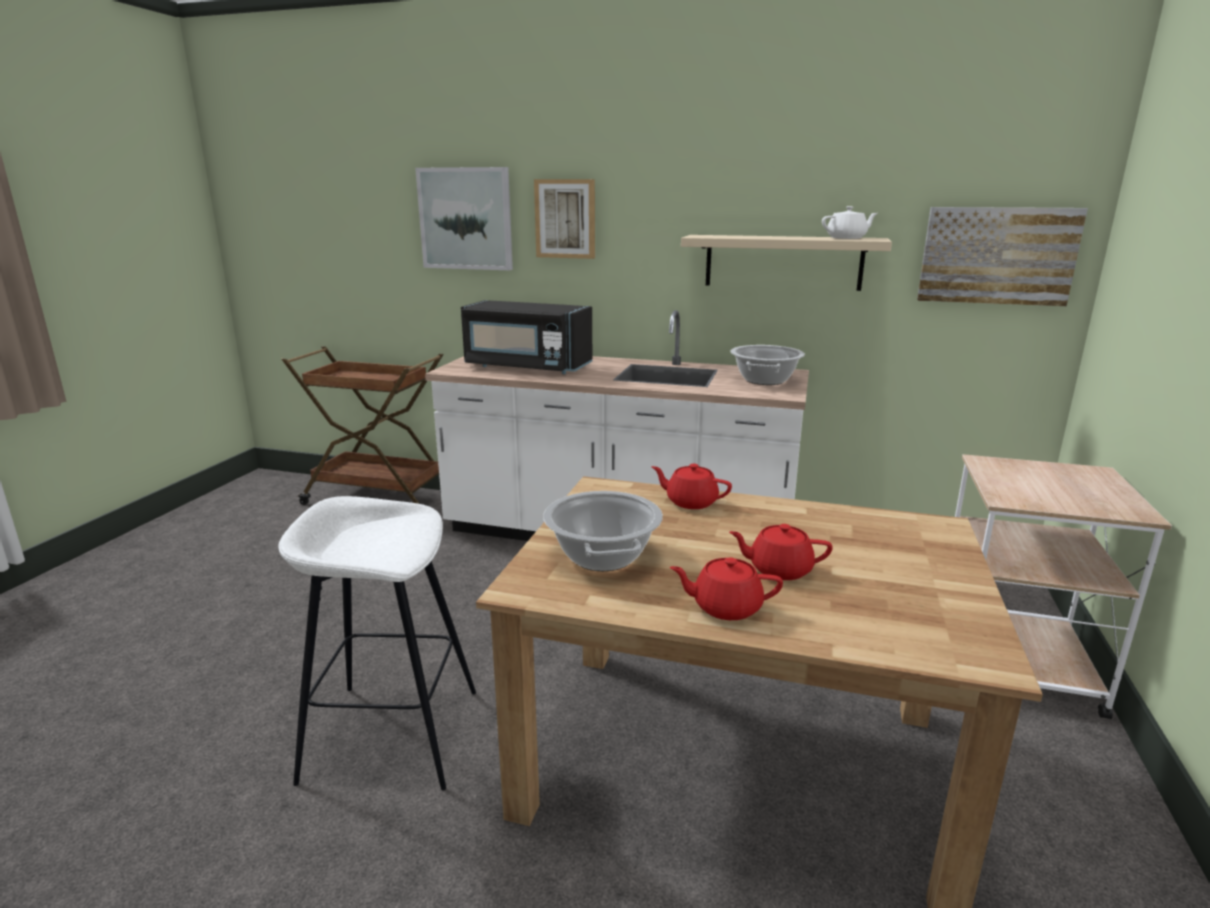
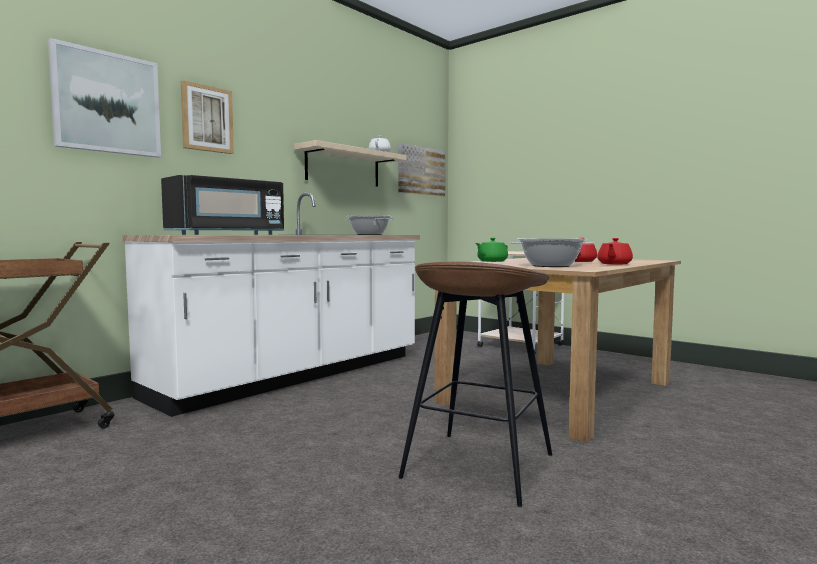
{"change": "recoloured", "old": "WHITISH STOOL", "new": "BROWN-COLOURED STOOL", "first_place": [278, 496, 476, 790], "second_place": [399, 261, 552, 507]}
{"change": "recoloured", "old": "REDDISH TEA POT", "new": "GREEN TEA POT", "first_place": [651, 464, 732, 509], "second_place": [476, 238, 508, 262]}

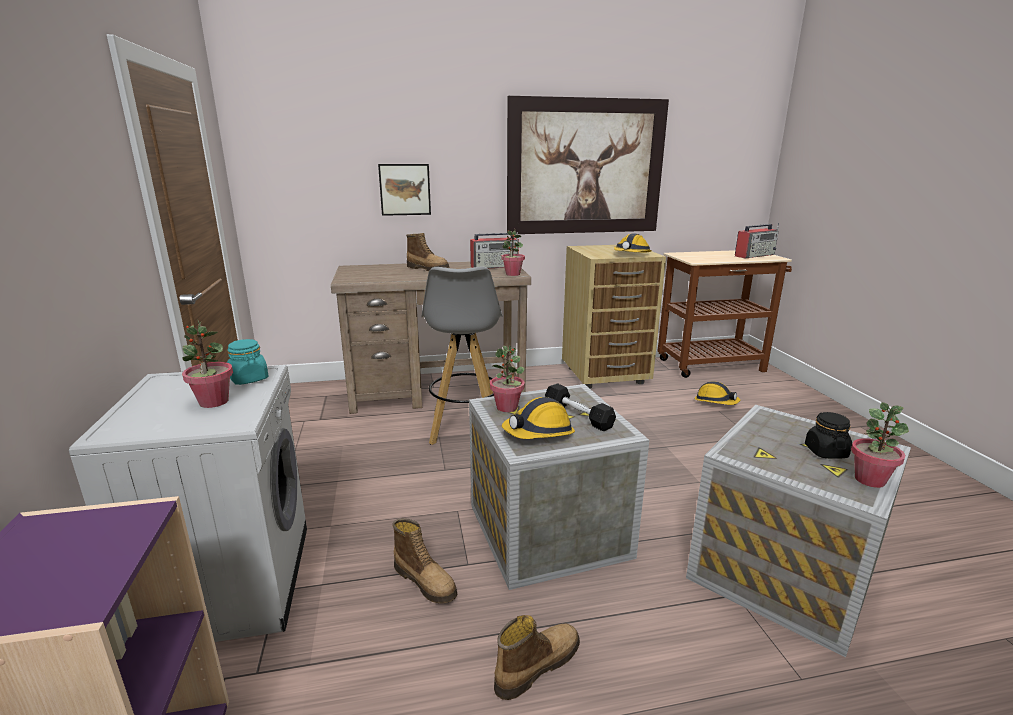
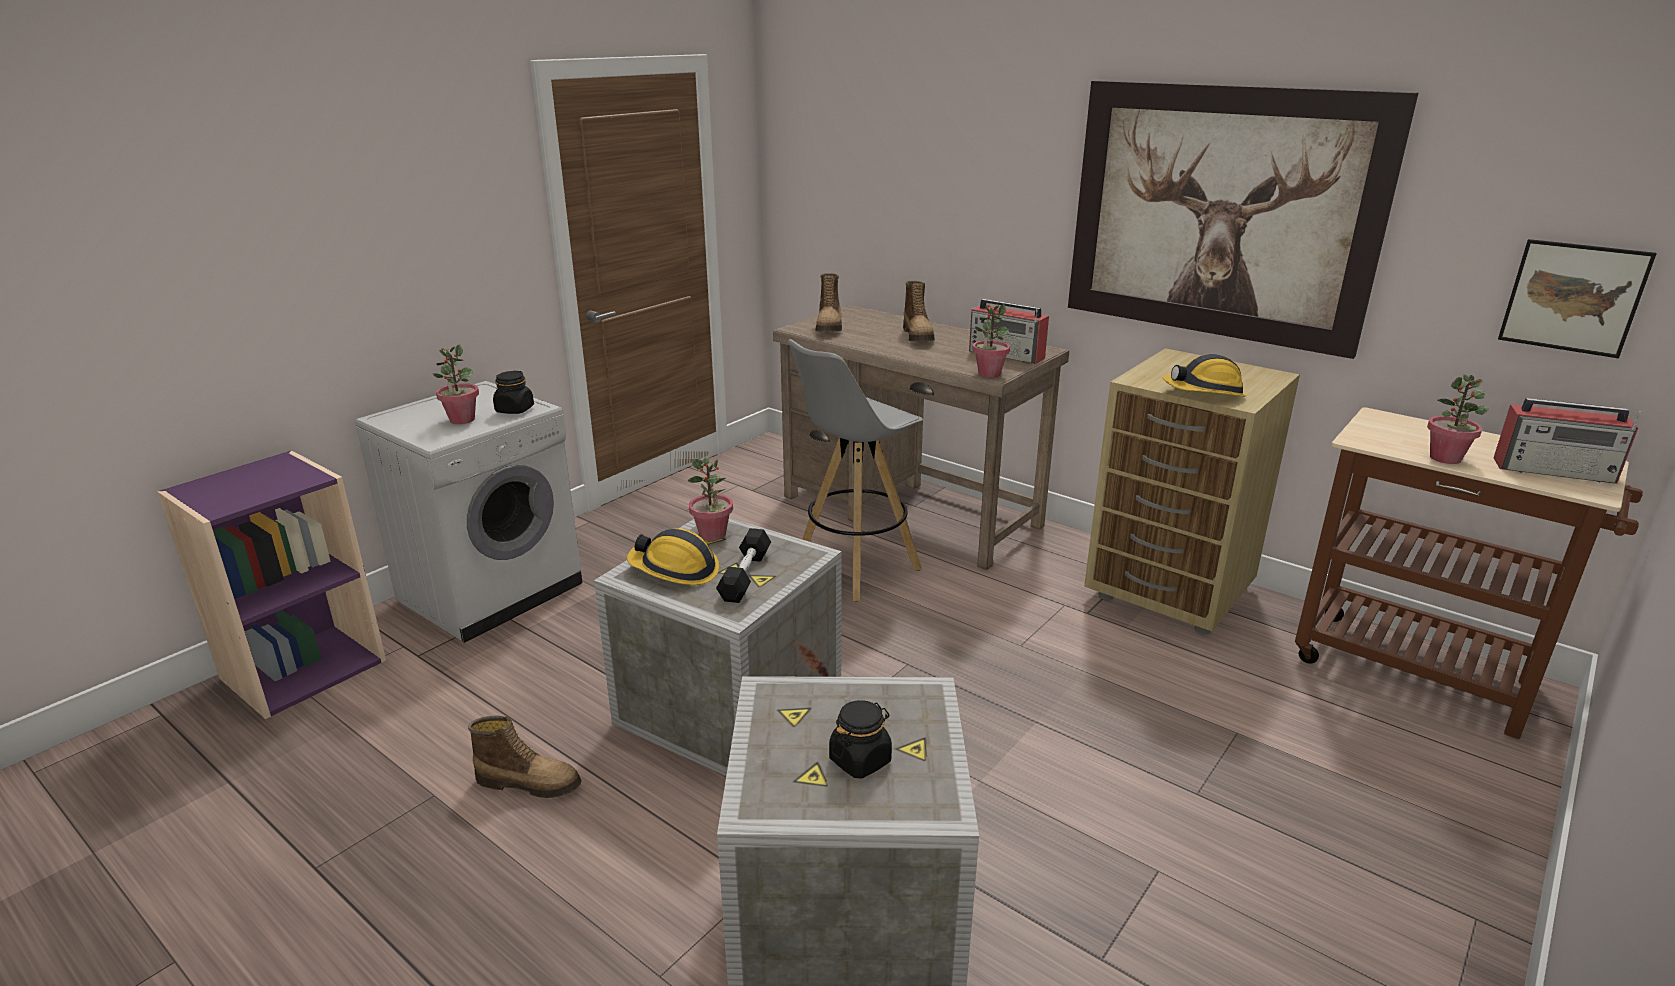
{"change": "removed", "old": "HARD HAT", "first_place": [694, 381, 741, 405]}
{"change": "moved", "old": "PICTURE", "first_place": [378, 164, 431, 216], "second_place": [1498, 239, 1657, 358]}
{"change": "moved", "old": "BOOT", "first_place": [392, 518, 457, 604], "second_place": [815, 273, 842, 332]}
{"change": "moved", "old": "POTTED PLANT", "first_place": [851, 403, 909, 488], "second_place": [1427, 374, 1489, 464]}
{"change": "recoloured", "old": "TURQUOISE PRESERVE JAR", "new": "BLACK PRESERVE JAR", "first_place": [227, 339, 269, 385], "second_place": [493, 371, 534, 414]}

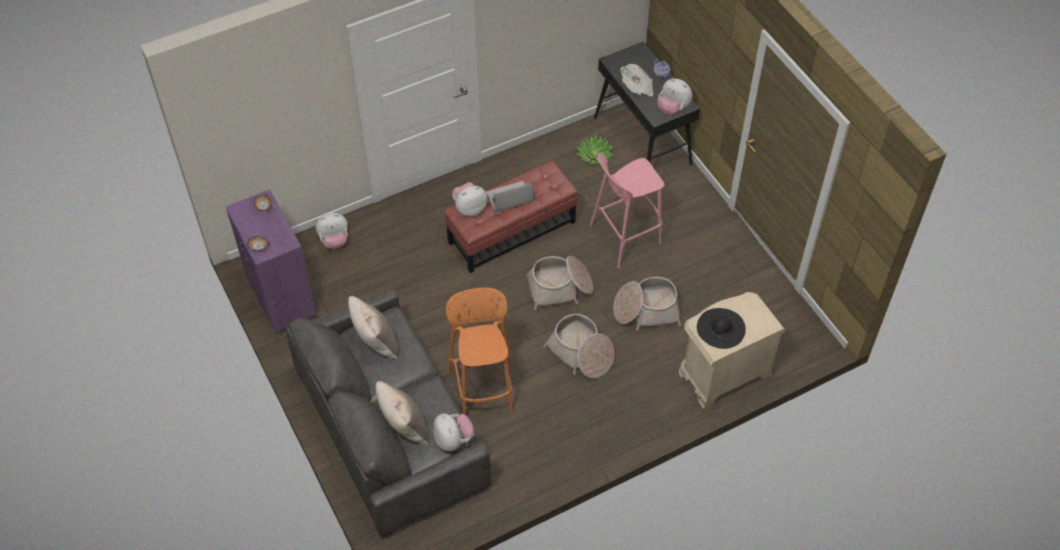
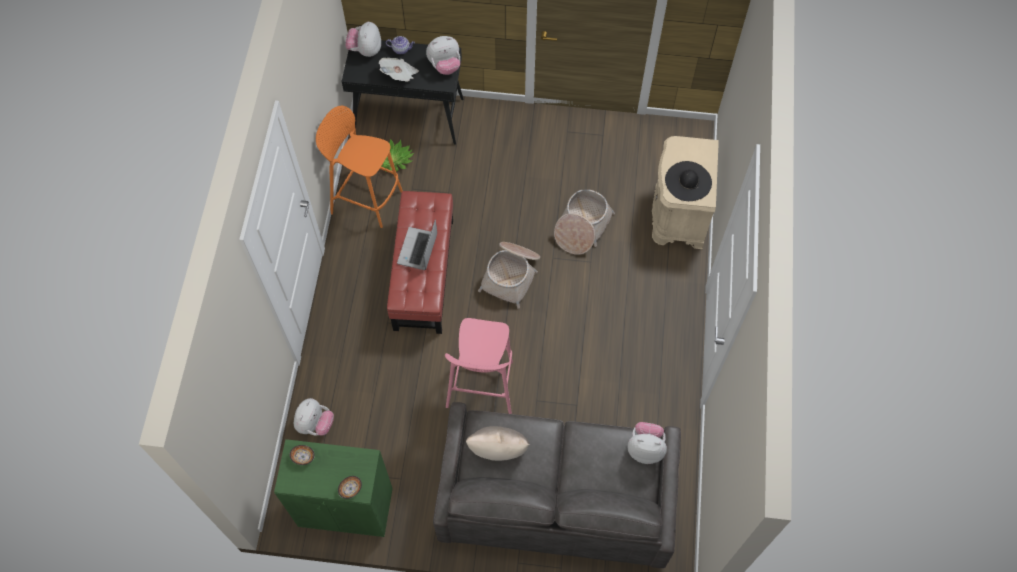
{"change": "removed", "old": "BEIGE THROW PILLOW", "first_place": [376, 381, 429, 444]}
{"change": "removed", "old": "STORAGE BASKET", "first_place": [543, 314, 615, 378]}
{"change": "moved", "old": "ORANGEY STOOL", "first_place": [446, 288, 513, 415], "second_place": [316, 106, 403, 228]}
{"change": "moved", "old": "CUDDLY TOY", "first_place": [452, 182, 487, 217], "second_place": [345, 22, 381, 57]}
{"change": "moved", "old": "PINKISH STOOL", "first_place": [590, 153, 664, 268], "second_place": [445, 318, 513, 414]}
{"change": "recoloured", "old": "PURPLE-COLOURED CUPBOARD", "new": "GREEN CUPBOARD", "first_place": [226, 189, 317, 333], "second_place": [274, 439, 393, 537]}

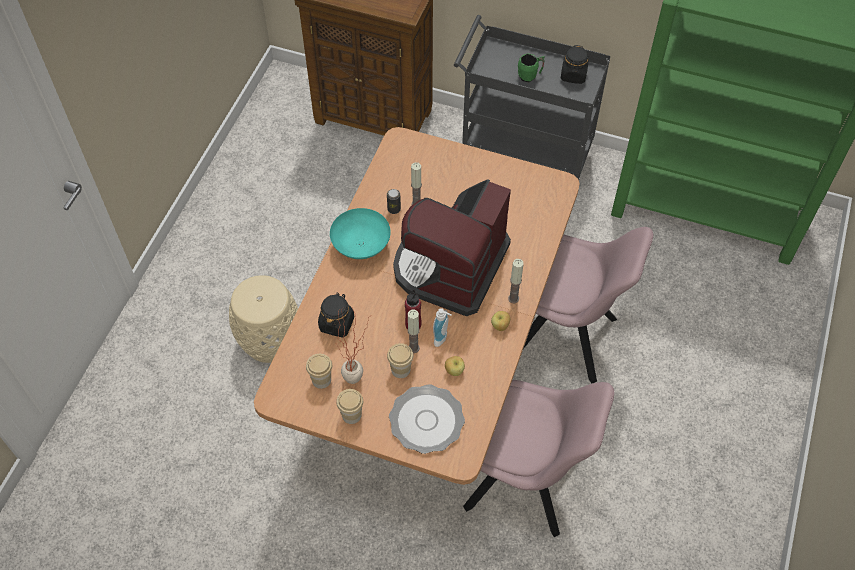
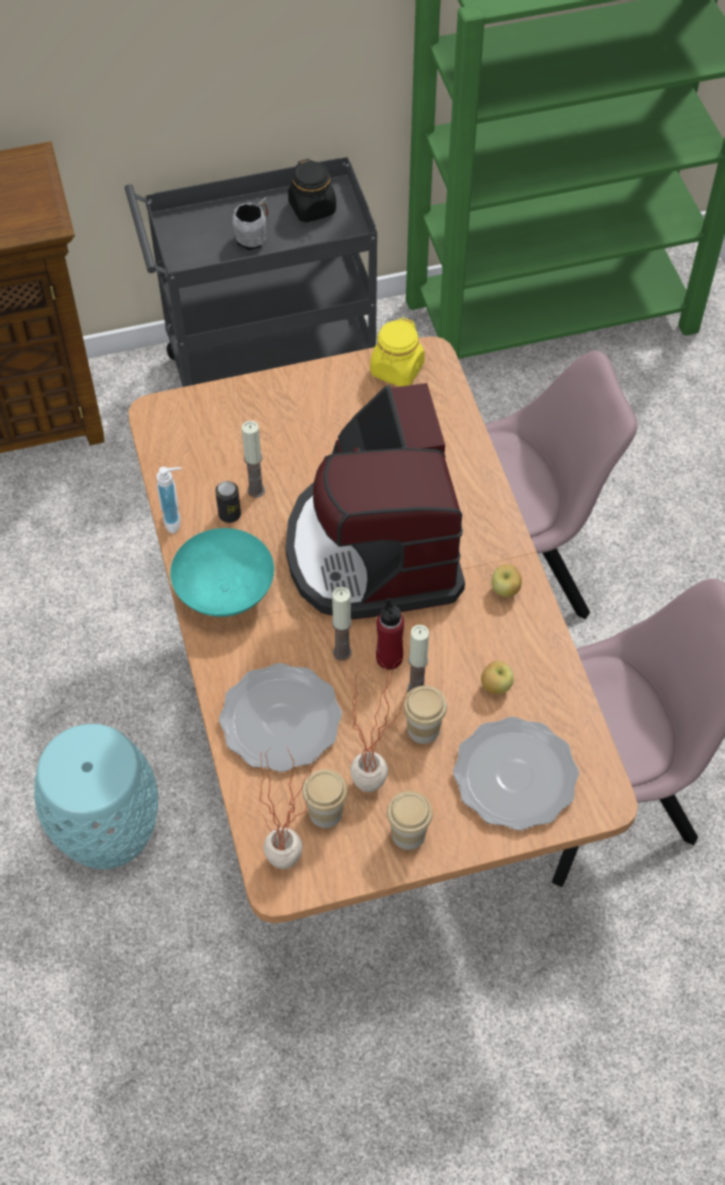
{"change": "added", "new": "POTTED PLANT", "second_place": [259, 748, 322, 869]}
{"change": "added", "new": "YELLOWISH PRESERVE JAR", "second_place": [370, 318, 425, 387]}
{"change": "moved", "old": "SOAP DISPENSER", "first_place": [433, 308, 451, 347], "second_place": [157, 467, 181, 533]}
{"change": "moved", "old": "CANDLE", "first_place": [508, 259, 524, 304], "second_place": [332, 587, 352, 661]}
{"change": "replaced", "old": "BLACK PRESERVE JAR", "new": "DINNER PLATE", "first_place": [318, 293, 354, 337], "second_place": [219, 663, 342, 772]}
{"change": "recoloured", "old": "BEIGE STOOL", "new": "TURQUOISE STOOL", "first_place": [229, 275, 298, 363], "second_place": [34, 724, 158, 869]}
{"change": "recoloured", "old": "GREEN TEA MUG", "new": "GREY TEA MUG", "first_place": [518, 53, 545, 82], "second_place": [232, 197, 268, 250]}

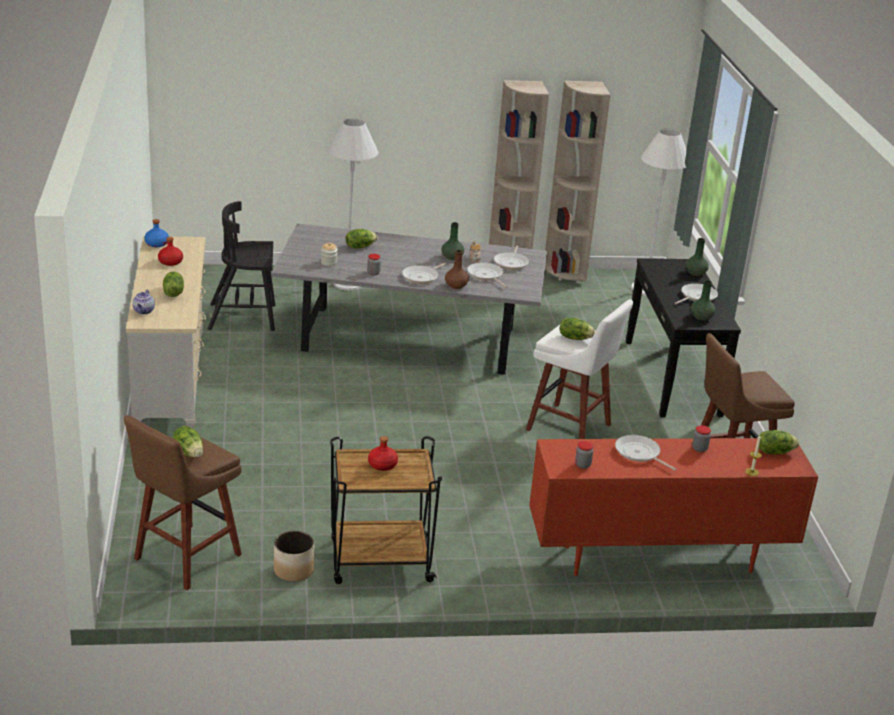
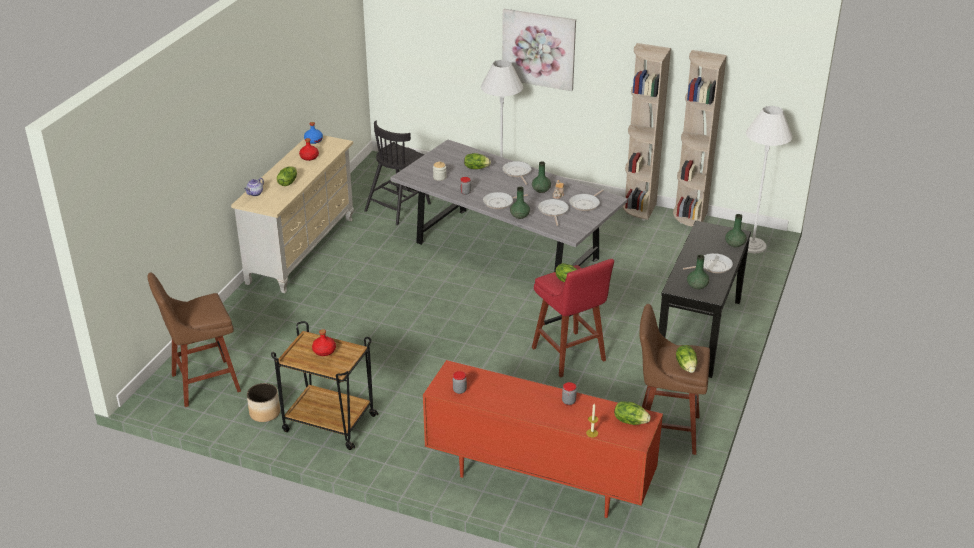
{"change": "added", "new": "PICTURE", "second_place": [502, 9, 576, 91]}
{"change": "moved", "old": "LETTUCE", "first_place": [173, 426, 203, 457], "second_place": [676, 345, 697, 373]}
{"change": "moved", "old": "FRYING PAN", "first_place": [615, 435, 677, 471], "second_place": [502, 161, 531, 185]}
{"change": "recoloured", "old": "BROWN-COLOURED DECORATIVE VASE", "new": "GREEN DECORATIVE VASE", "first_place": [445, 250, 469, 289], "second_place": [510, 187, 530, 219]}
{"change": "recoloured", "old": "WHITISH STOOL", "new": "REDDISH STOOL", "first_place": [526, 299, 633, 439], "second_place": [532, 259, 614, 377]}
{"change": "turned", "old": "BLACK UPRIGHT CHAIR", "first_place": [208, 201, 276, 331], "second_place": [364, 120, 431, 225], "degrees": -75}

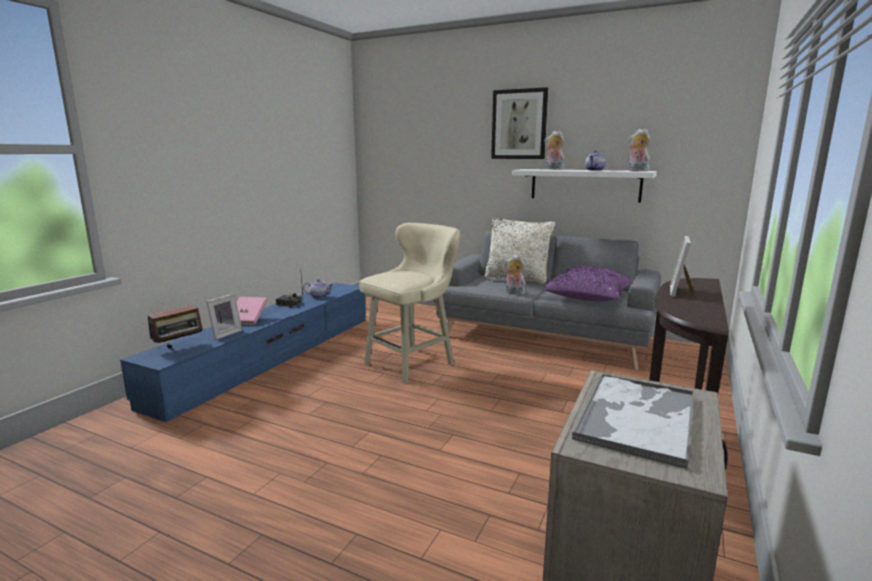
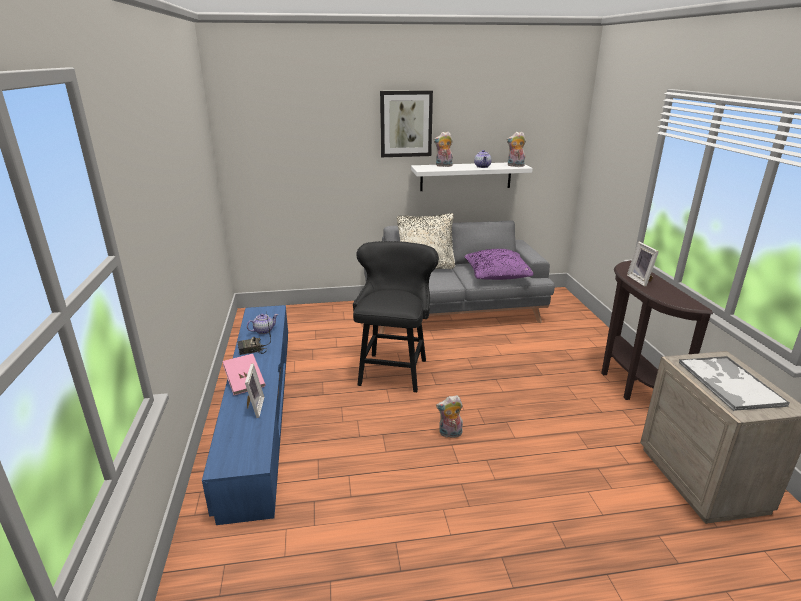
{"change": "removed", "old": "RADIO SET", "first_place": [147, 304, 205, 348]}
{"change": "moved", "old": "CUDDLY TOY", "first_place": [504, 254, 525, 295], "second_place": [436, 395, 463, 438]}
{"change": "recoloured", "old": "BEIGE STOOL", "new": "BLACK STOOL", "first_place": [359, 222, 460, 384], "second_place": [353, 241, 439, 392]}

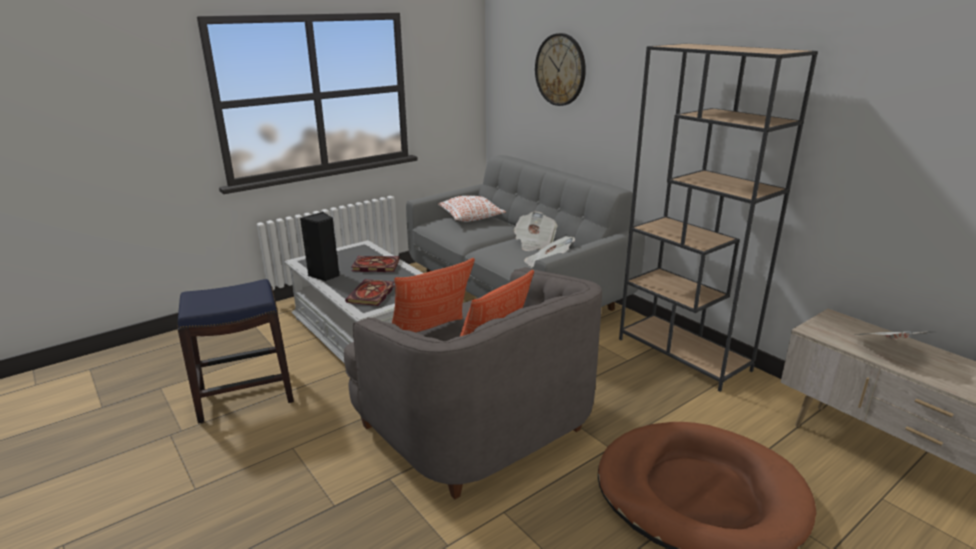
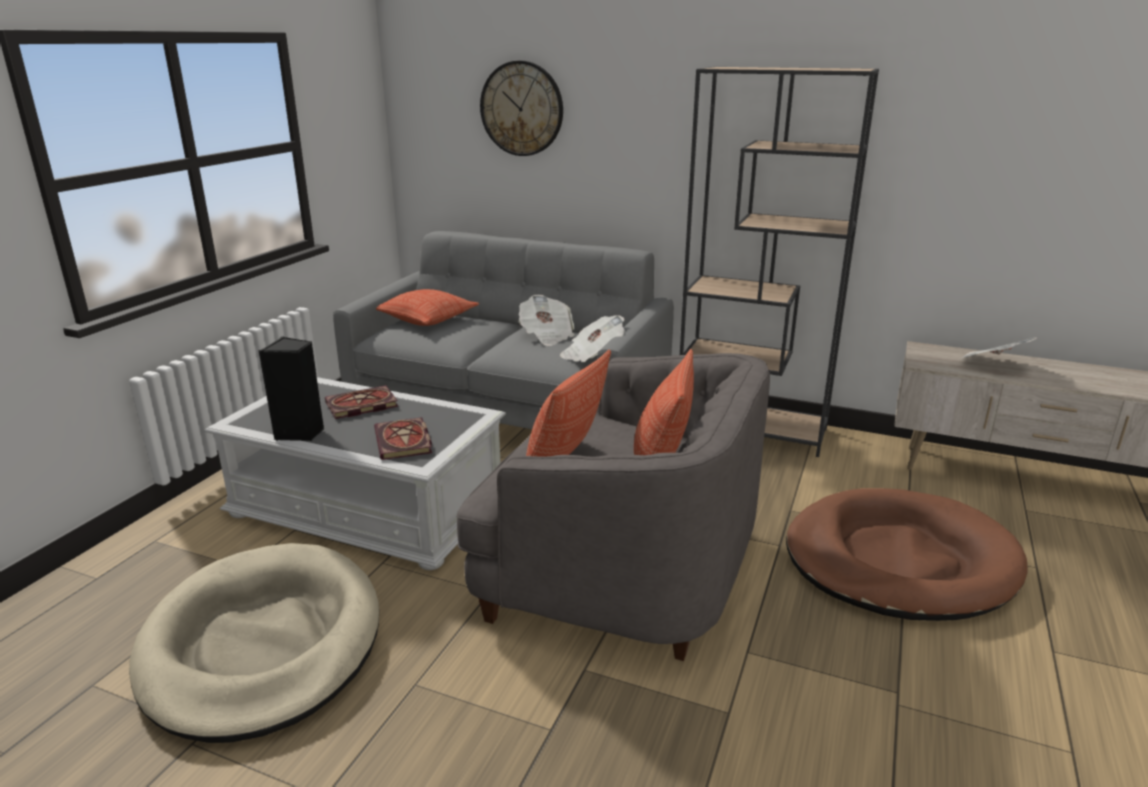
{"change": "replaced", "old": "STOOL", "new": "BEIGE PET BED", "first_place": [177, 279, 294, 424], "second_place": [129, 543, 379, 743]}
{"change": "recoloured", "old": "WHITISH THROW PILLOW", "new": "ORANGEY THROW PILLOW", "first_place": [438, 195, 506, 222], "second_place": [376, 289, 479, 326]}

